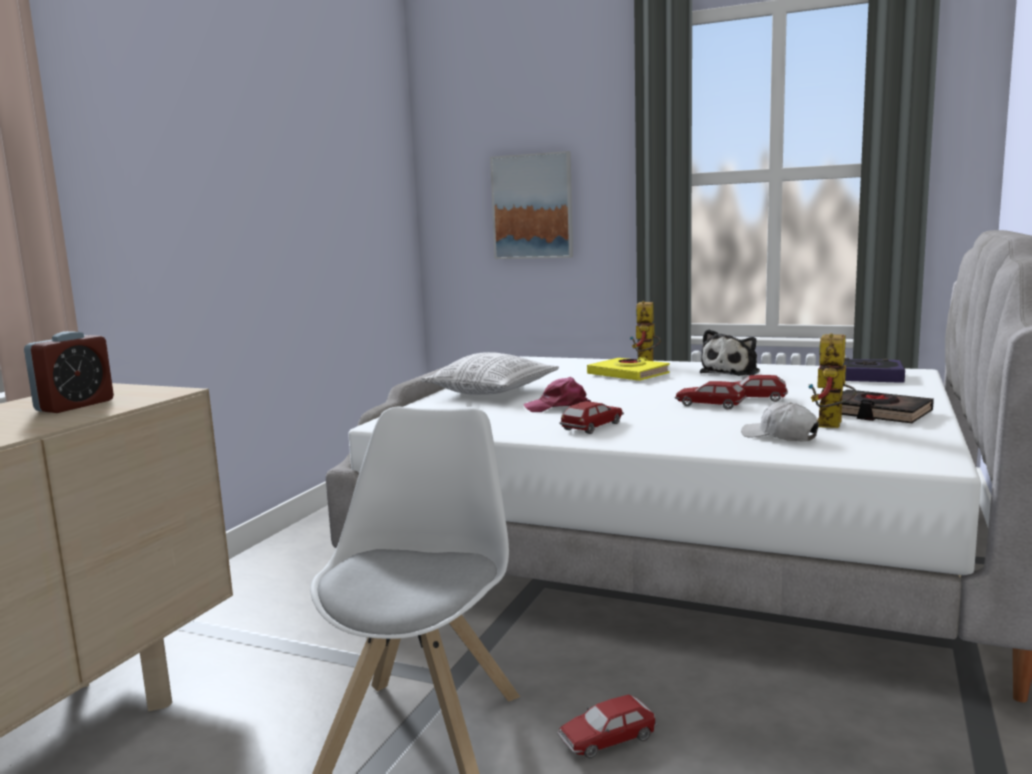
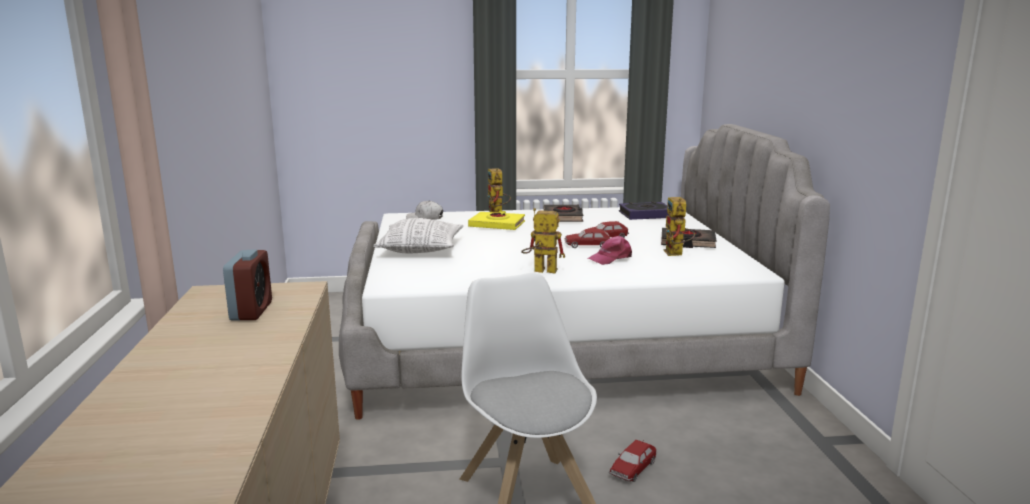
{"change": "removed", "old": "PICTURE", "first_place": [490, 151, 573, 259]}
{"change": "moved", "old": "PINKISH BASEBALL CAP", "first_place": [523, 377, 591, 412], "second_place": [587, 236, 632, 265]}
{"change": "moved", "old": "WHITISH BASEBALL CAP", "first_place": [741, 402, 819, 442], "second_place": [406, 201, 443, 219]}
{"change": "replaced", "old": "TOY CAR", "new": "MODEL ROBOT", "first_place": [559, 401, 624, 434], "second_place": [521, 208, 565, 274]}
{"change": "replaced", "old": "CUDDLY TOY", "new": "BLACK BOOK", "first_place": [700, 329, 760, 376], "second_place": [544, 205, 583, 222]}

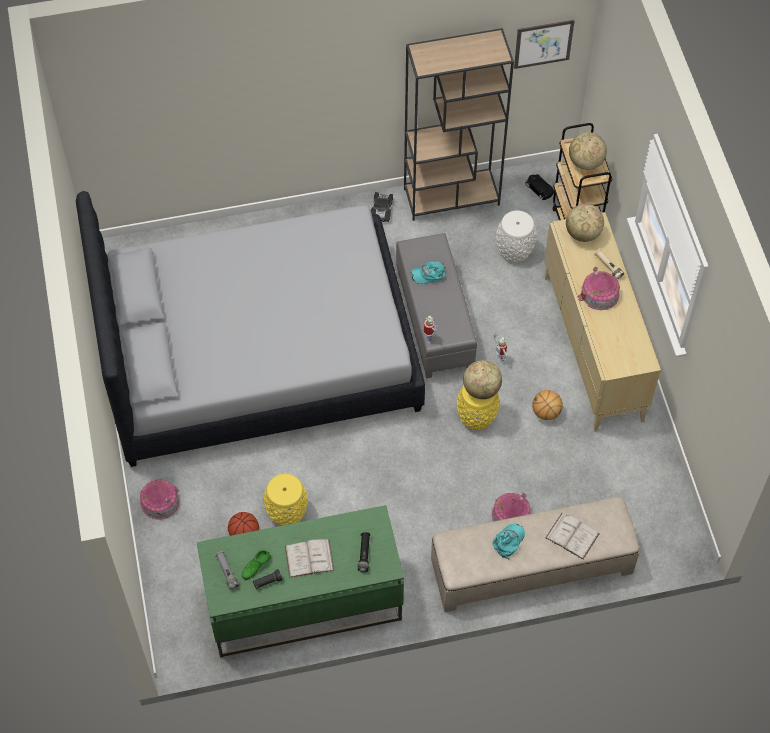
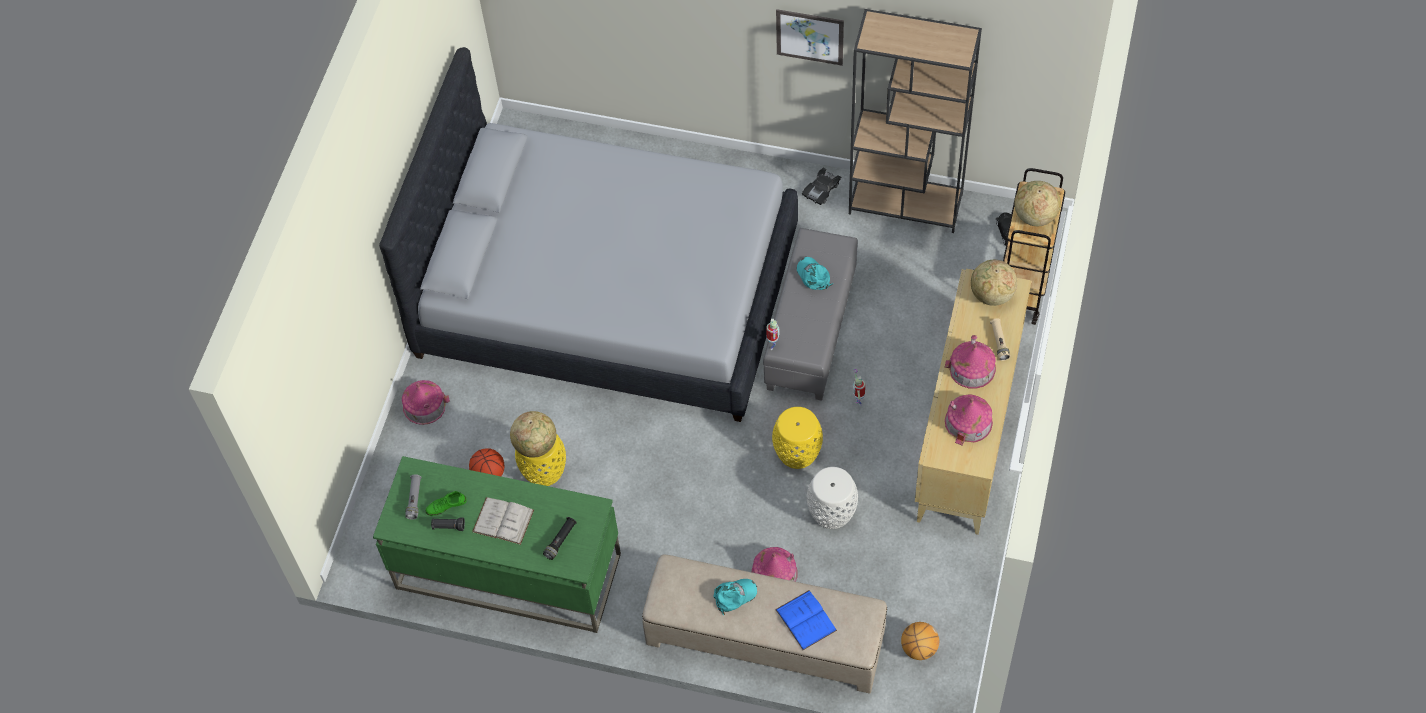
{"change": "added", "new": "TOY HOUSE", "second_place": [945, 395, 993, 446]}
{"change": "moved", "old": "WORLD GLOBE", "first_place": [463, 360, 502, 399], "second_place": [510, 411, 556, 458]}
{"change": "moved", "old": "WHITISH STOOL", "first_place": [496, 210, 537, 263], "second_place": [807, 467, 858, 529]}
{"change": "moved", "old": "PICTURE", "first_place": [514, 20, 574, 69], "second_place": [776, 9, 844, 66]}
{"change": "moved", "old": "BASKETBALL BALL", "first_place": [532, 390, 563, 420], "second_place": [901, 622, 939, 660]}
{"change": "recoloured", "old": "WHITISH BOOK", "new": "BLUISH BOOK", "first_place": [546, 513, 600, 560], "second_place": [775, 590, 837, 650]}
{"change": "turned", "old": "TURQUOISE BASEBALL CAP", "first_place": [411, 261, 446, 284], "second_place": [796, 257, 833, 290], "degrees": 45}

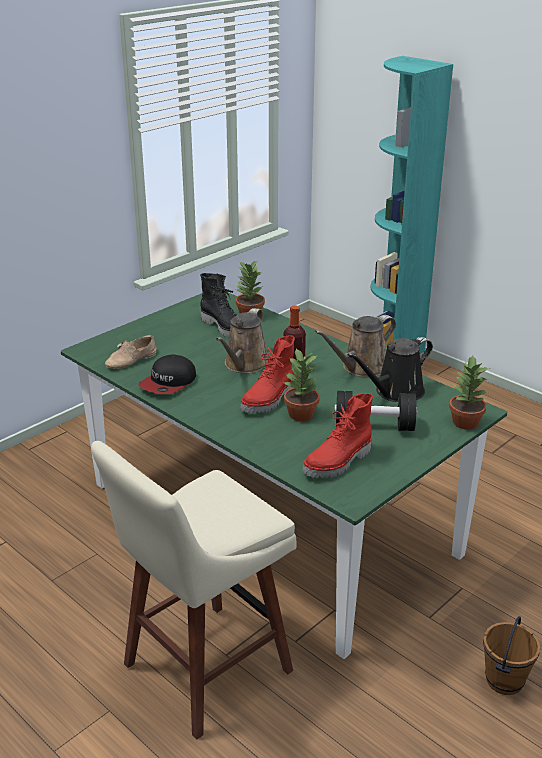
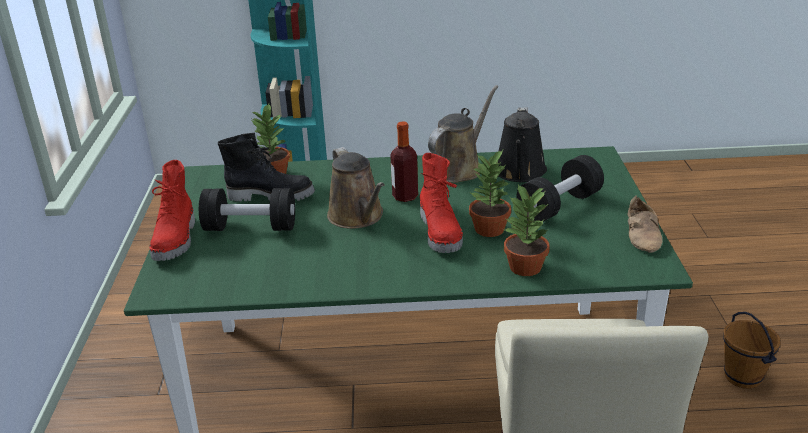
{"change": "removed", "old": "BASEBALL CAP", "first_place": [138, 354, 196, 394]}
{"change": "added", "new": "BLACK HAND WEIGHT", "second_place": [199, 188, 295, 231]}
{"change": "moved", "old": "BEIGE ITEM OF FOOTWEAR", "first_place": [105, 335, 157, 369], "second_place": [628, 195, 663, 253]}
{"change": "moved", "old": "REDDISH BOOT", "first_place": [302, 393, 373, 478], "second_place": [149, 160, 195, 261]}
{"change": "moved", "old": "POTTED PLANT", "first_place": [449, 355, 490, 430], "second_place": [504, 184, 550, 276]}
{"change": "turned", "old": "BROWN-COLOURED WATERING POT", "first_place": [315, 315, 396, 377], "second_place": [428, 85, 498, 183], "degrees": -150}

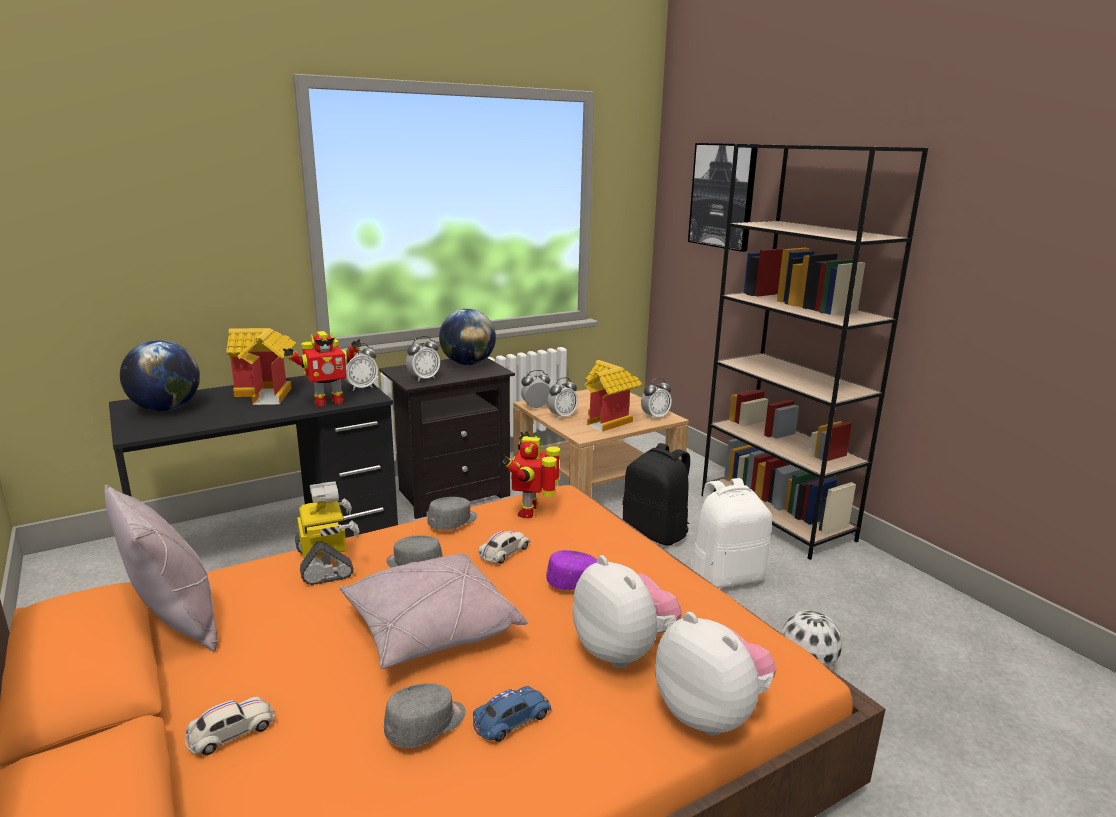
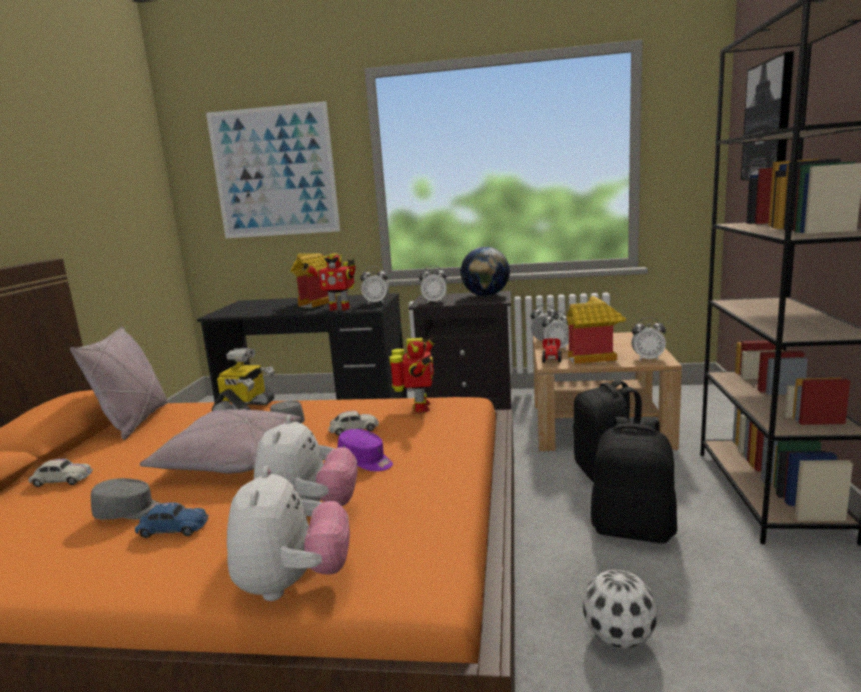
{"change": "removed", "old": "WORLD GLOBE", "first_place": [120, 340, 200, 411]}
{"change": "removed", "old": "GREY BASEBALL CAP", "first_place": [428, 497, 477, 530]}
{"change": "added", "new": "PICTURE", "second_place": [206, 101, 340, 238]}
{"change": "added", "new": "TOY CAR", "second_place": [542, 338, 561, 362]}
{"change": "recoloured", "old": "WHITISH KNAPSACK", "new": "BLACK KNAPSACK", "first_place": [691, 478, 772, 588], "second_place": [591, 417, 677, 543]}
{"change": "turned", "old": "MODEL ROBOT", "first_place": [503, 431, 560, 518], "second_place": [389, 336, 437, 413], "degrees": 135}

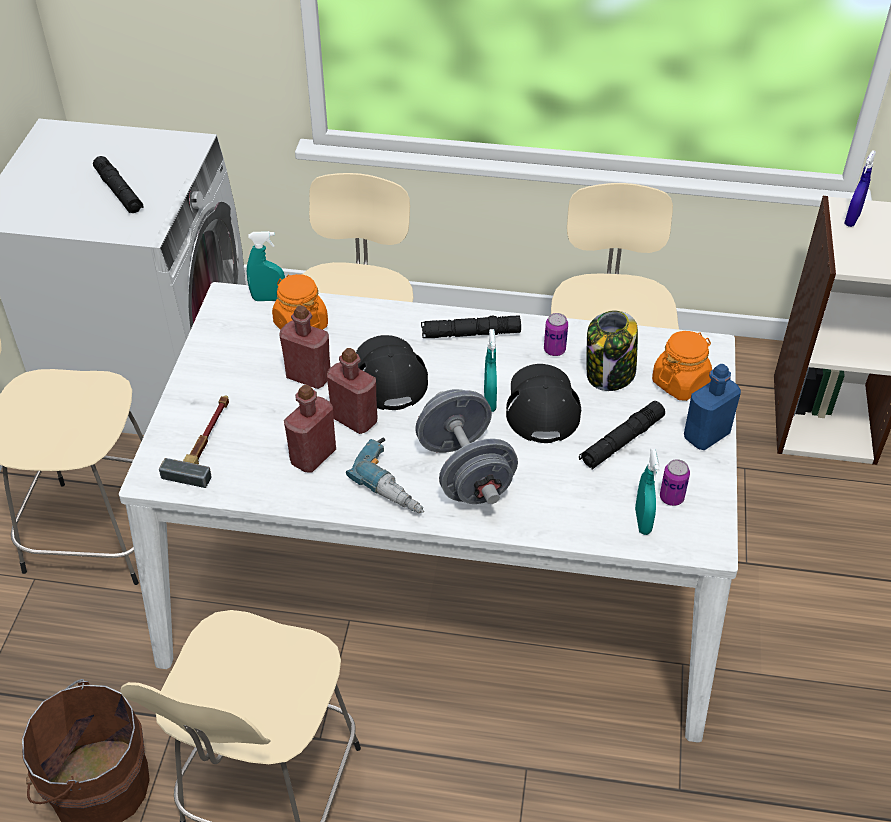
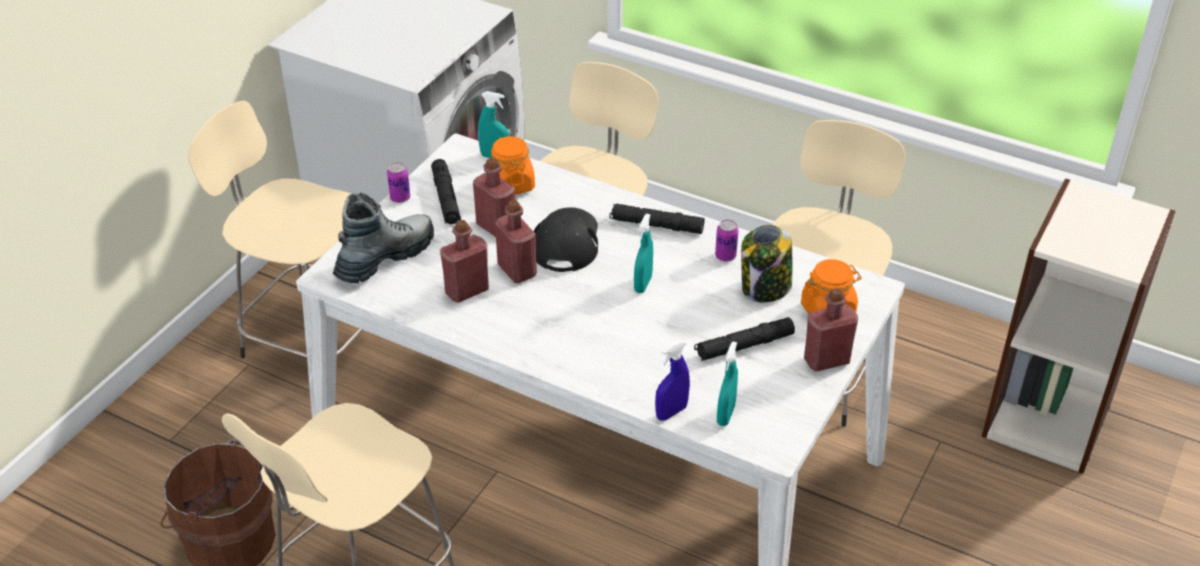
{"change": "removed", "old": "ELECTRIC DRILL", "first_place": [346, 437, 424, 513]}
{"change": "removed", "old": "GREY HAND WEIGHT", "first_place": [415, 389, 518, 504]}
{"change": "removed", "old": "BLACK BASEBALL CAP", "first_place": [506, 364, 581, 443]}
{"change": "moved", "old": "BLACK FLASHLIGHT", "first_place": [93, 156, 144, 213], "second_place": [431, 159, 461, 224]}
{"change": "moved", "old": "SEALED CAN", "first_place": [660, 459, 690, 506], "second_place": [387, 162, 410, 203]}
{"change": "moved", "old": "BLUISH SPRAYER", "first_place": [844, 150, 876, 227], "second_place": [655, 341, 690, 421]}
{"change": "replaced", "old": "HAND HAMMER", "new": "BOOT", "first_place": [159, 396, 229, 488], "second_place": [333, 193, 434, 284]}
{"change": "recoloured", "old": "BLUISH BOTTLE", "new": "REDDISH BOTTLE", "first_place": [684, 364, 741, 450], "second_place": [804, 288, 858, 372]}

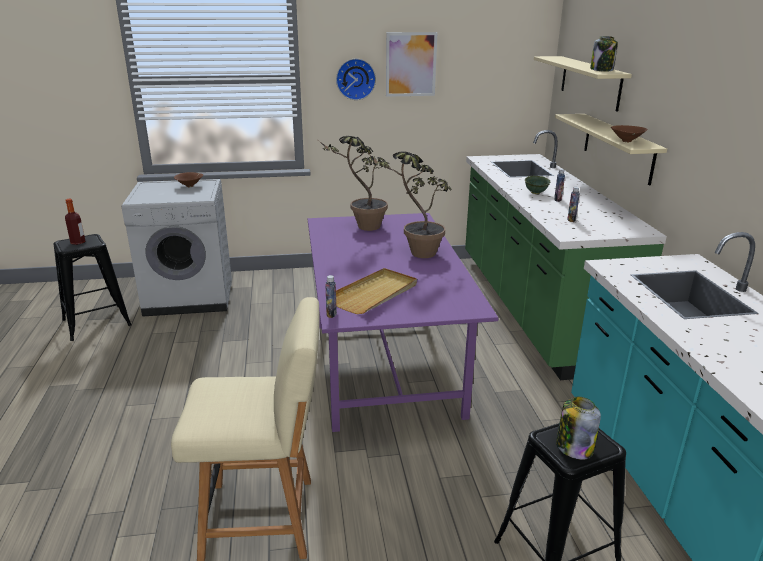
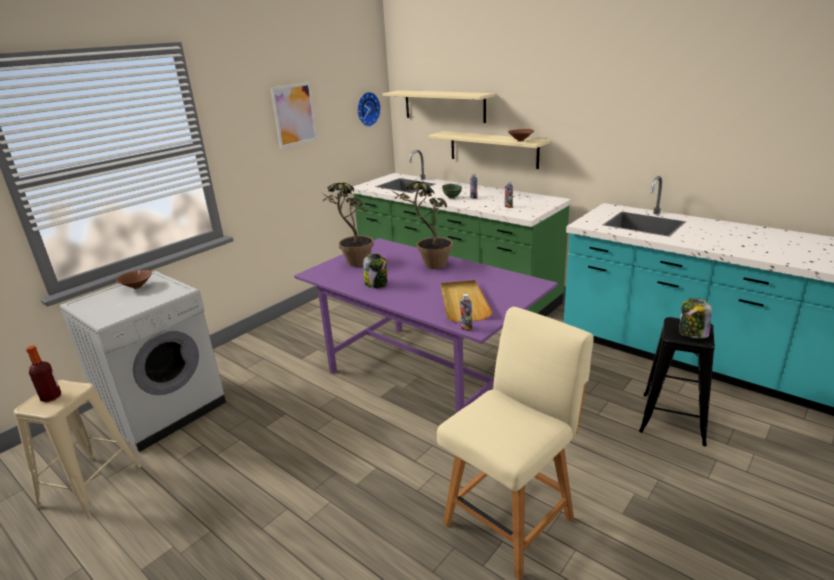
{"change": "moved", "old": "WALL CLOCK", "first_place": [336, 58, 376, 100], "second_place": [357, 92, 381, 127]}
{"change": "moved", "old": "PRESERVE JAR", "first_place": [590, 36, 618, 72], "second_place": [363, 254, 387, 288]}
{"change": "recoloured", "old": "BLACK STOOL", "new": "BEIGE STOOL", "first_place": [53, 234, 131, 341], "second_place": [14, 380, 141, 519]}

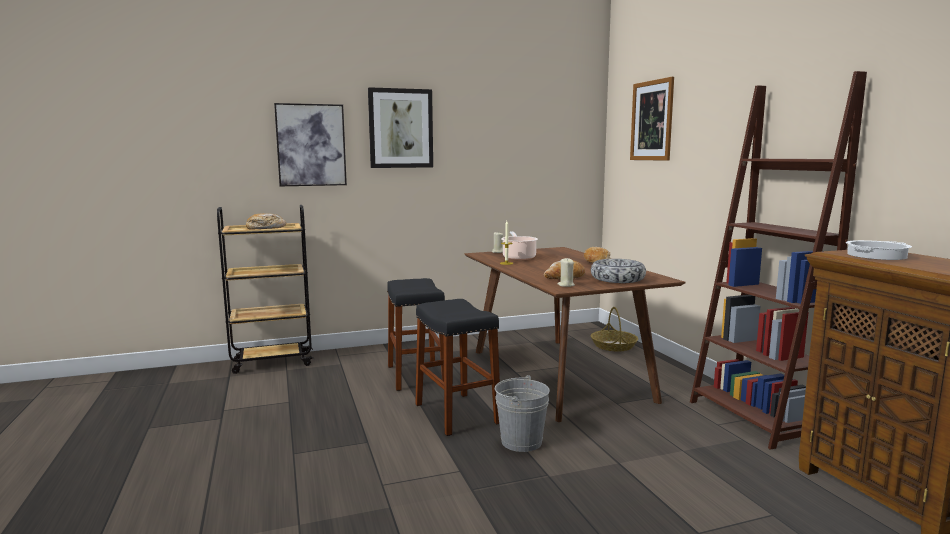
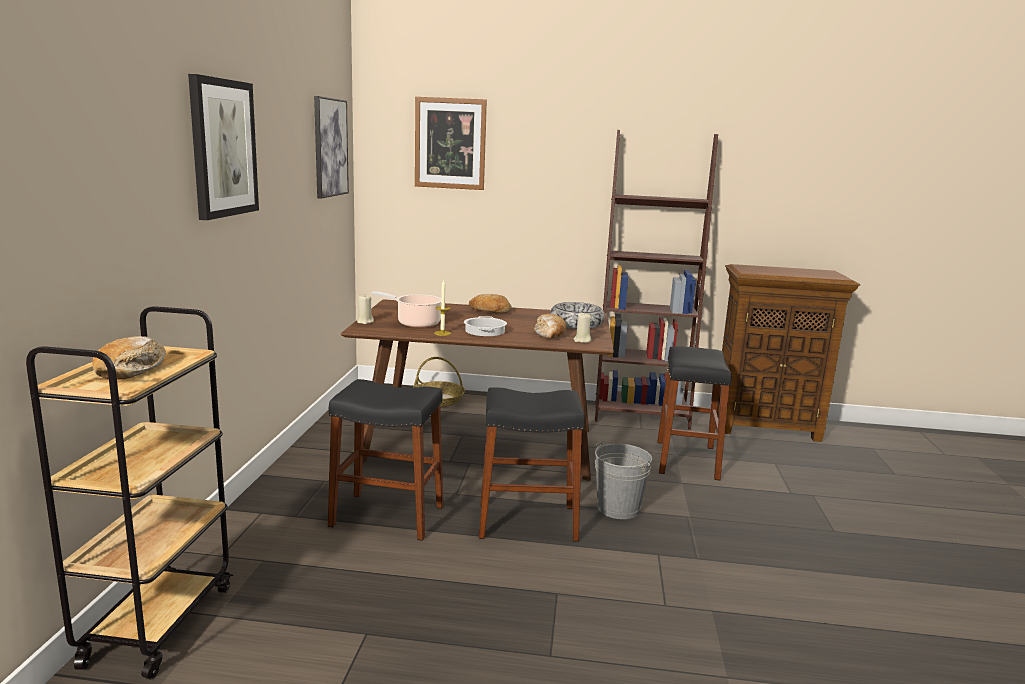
{"change": "added", "new": "BLACK STOOL", "second_place": [657, 346, 731, 480]}
{"change": "moved", "old": "PICTURE", "first_place": [274, 103, 347, 186], "second_place": [314, 96, 349, 199]}
{"change": "moved", "old": "SAUCEPOT", "first_place": [846, 240, 912, 260], "second_place": [464, 316, 507, 336]}

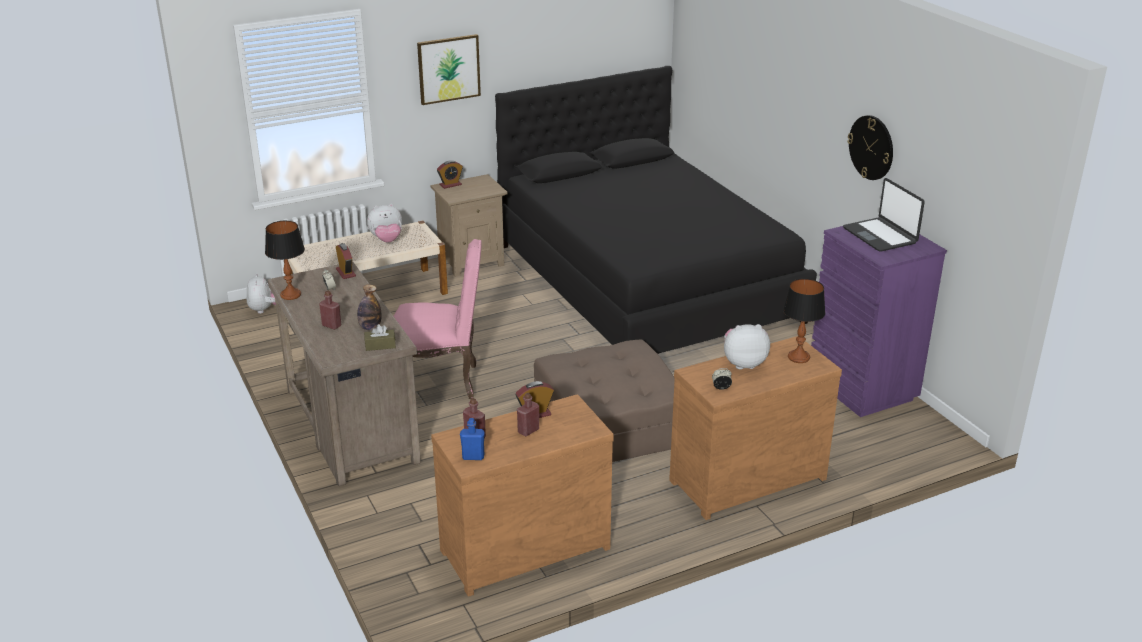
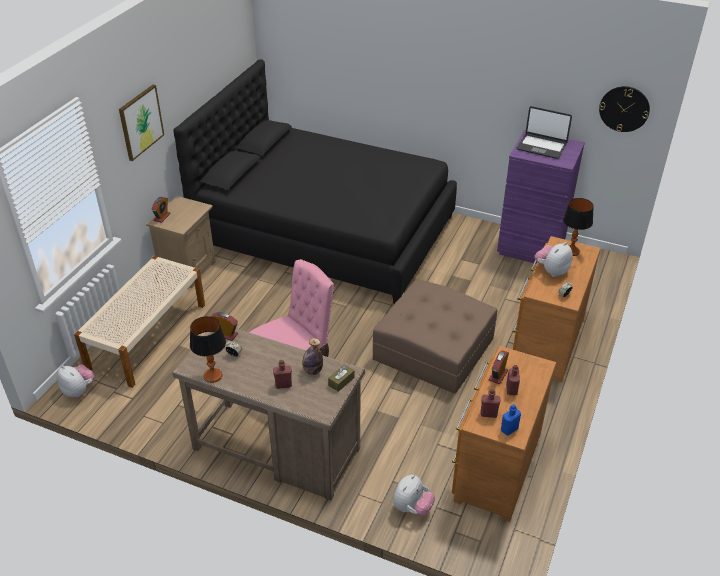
{"change": "moved", "old": "CUDDLY TOY", "first_place": [367, 204, 402, 243], "second_place": [393, 474, 435, 516]}
{"change": "moved", "old": "WALL CLOCK", "first_place": [847, 115, 893, 180], "second_place": [599, 86, 650, 132]}

